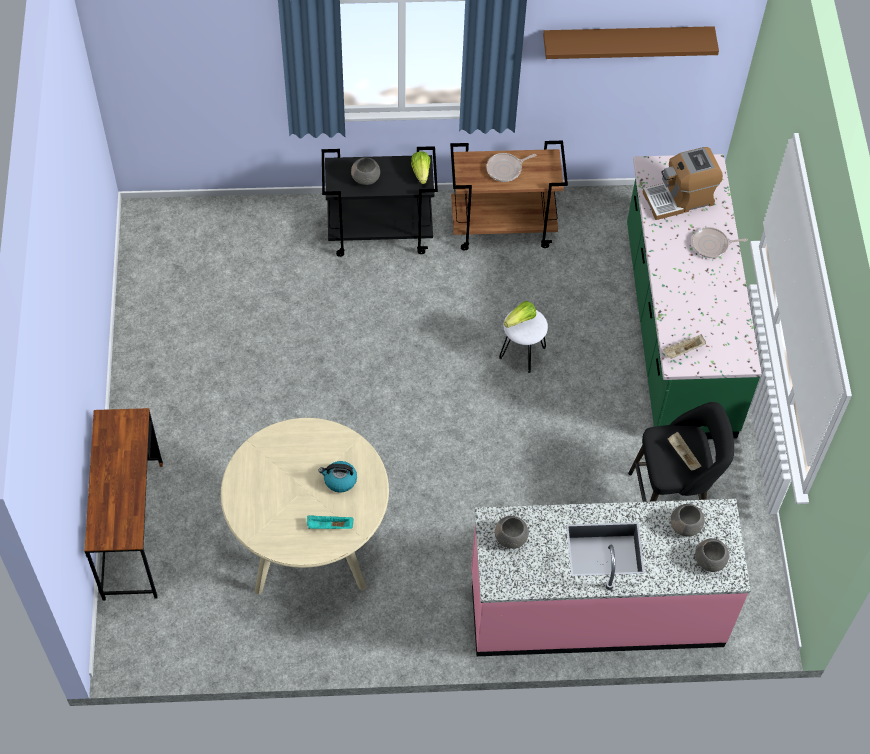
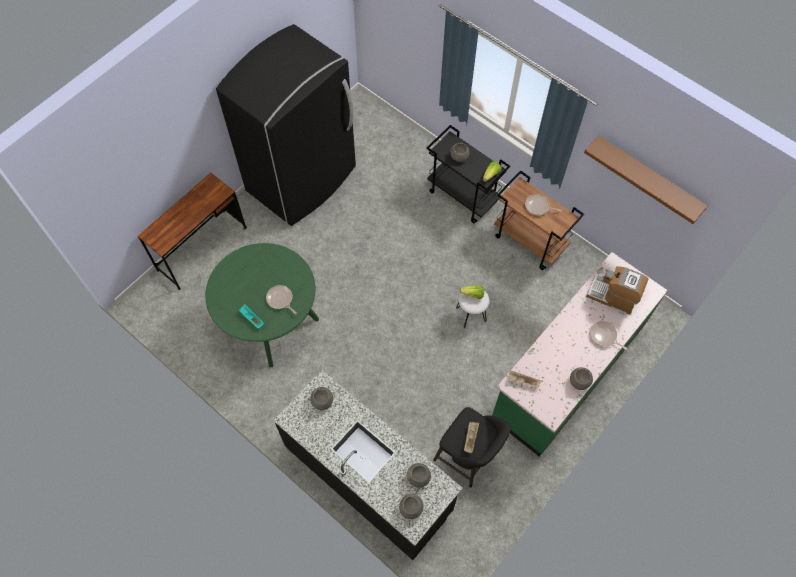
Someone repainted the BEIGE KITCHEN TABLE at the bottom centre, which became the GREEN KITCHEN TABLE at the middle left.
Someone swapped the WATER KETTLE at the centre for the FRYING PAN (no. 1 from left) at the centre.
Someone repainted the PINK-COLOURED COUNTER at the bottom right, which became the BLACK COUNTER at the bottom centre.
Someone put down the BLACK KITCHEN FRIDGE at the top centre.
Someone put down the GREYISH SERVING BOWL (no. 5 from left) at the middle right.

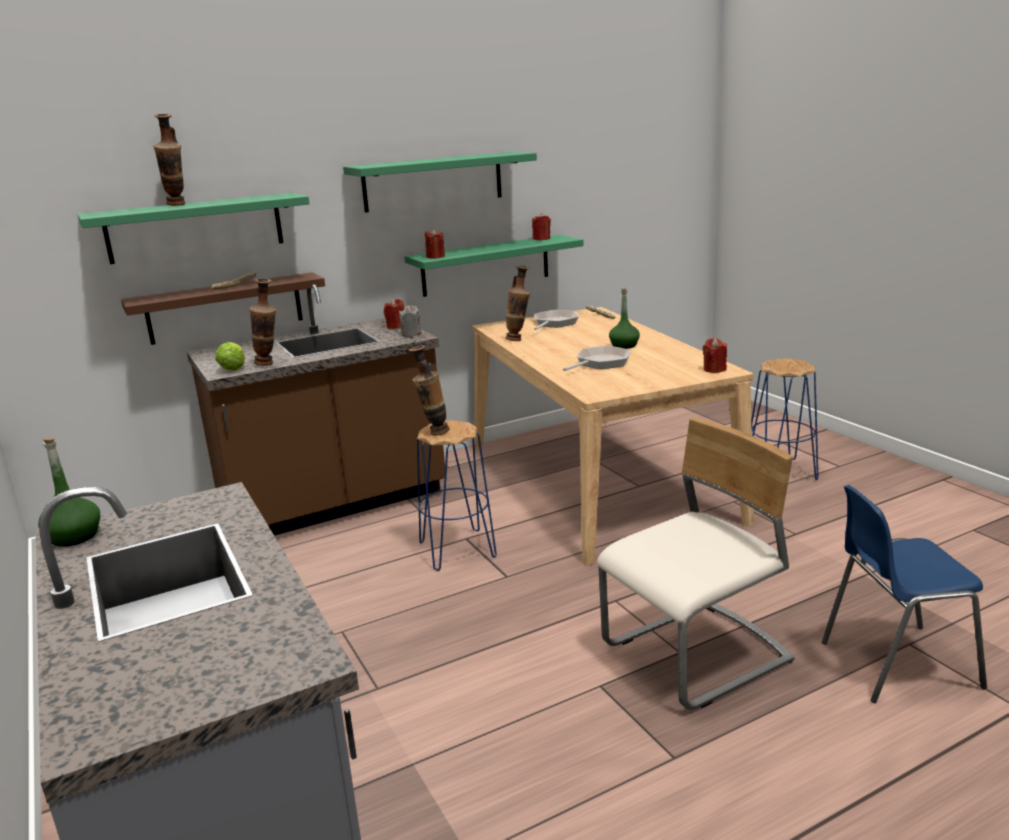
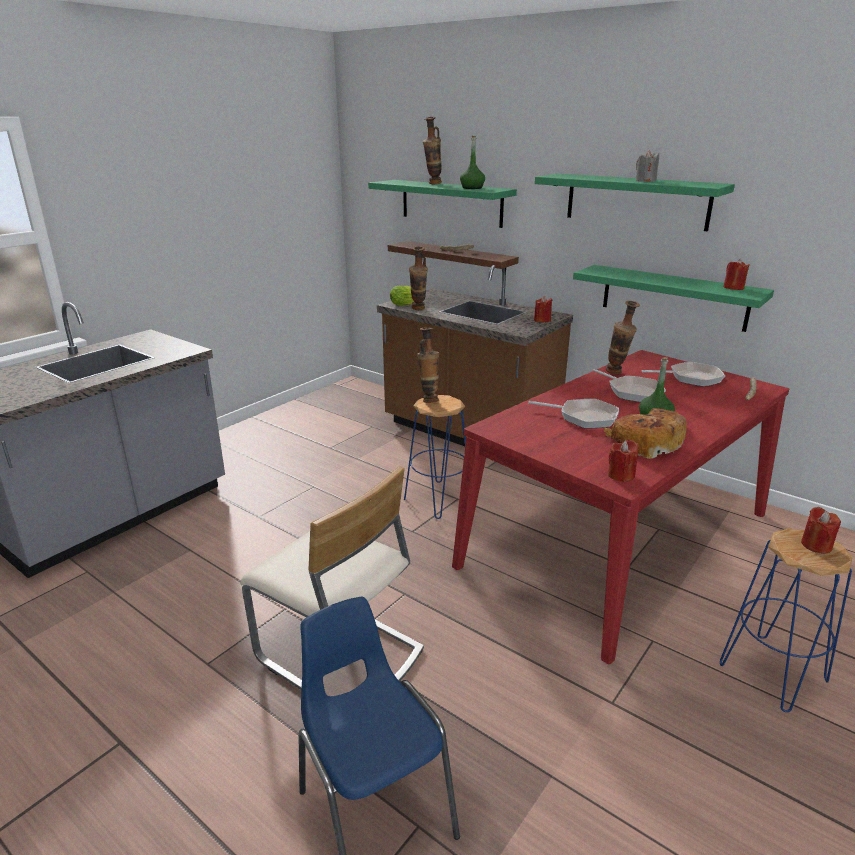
Someone carried the REDDISH WAX CANDLE (no. 2 from left in the first image) from the top centre to the middle right.
Someone carried the GREYISH WAX CANDLE from the centre to the top right.
Someone repainted the BEIGE KITCHEN TABLE at the centre, which became the REDDISH KITCHEN TABLE at the middle right.
Someone carried the GREEN BEVERAGE BOTTLE (no. 1 from left) from the middle left to the top centre.
Someone put down the FRYING PAN (no. 2 from left) at the middle right.
Someone put down the BAKED BREAD (no. 2 from left) at the middle right.

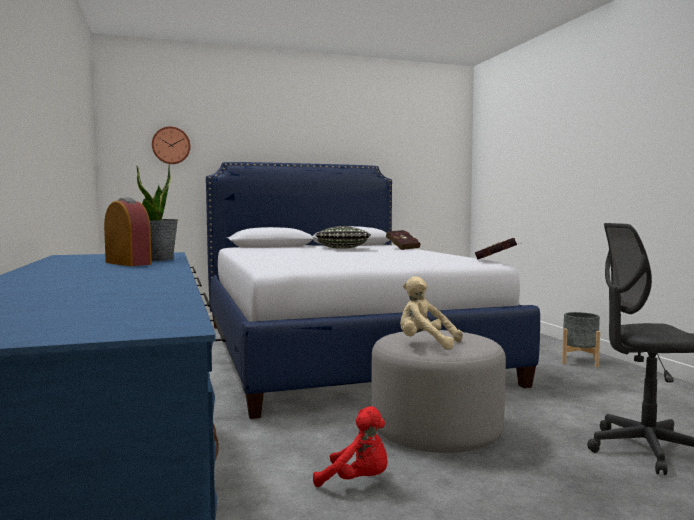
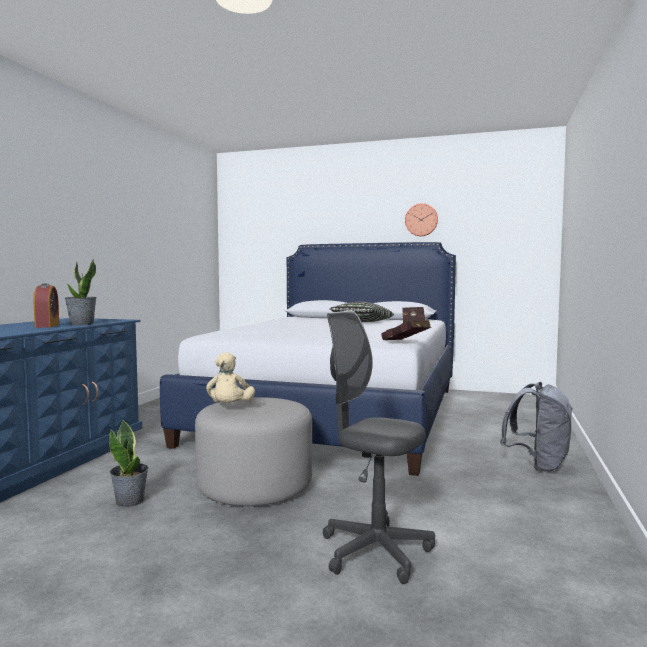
Someone carried the WALL CLOCK from the top left to the centre.
Someone rotated the BEIGE PLUSH TOY at the centre by 150 degrees counterclockwise.
Someone swapped the GREYISH PLANTER at the middle right for the GREYISH BACKPACK at the middle right.
Someone swapped the REDDISH PLUSH TOY at the bottom centre for the PLANT IN A POT (no. 2 from left) at the bottom left.

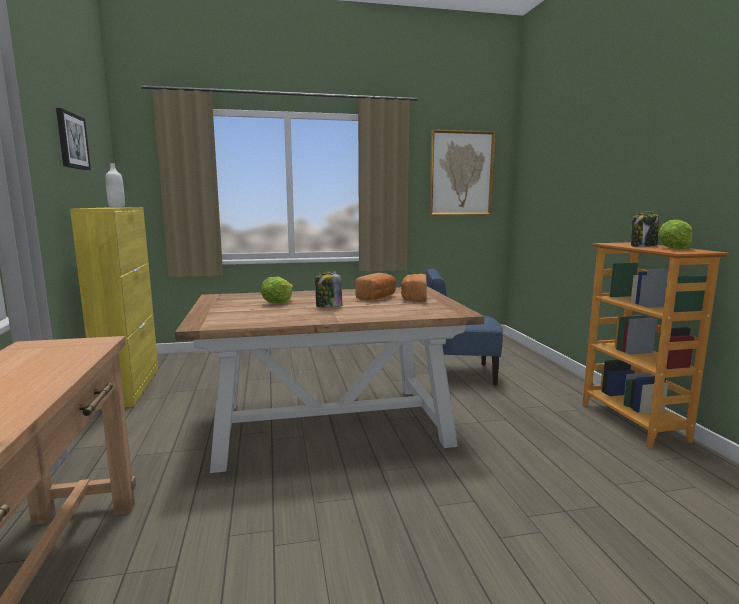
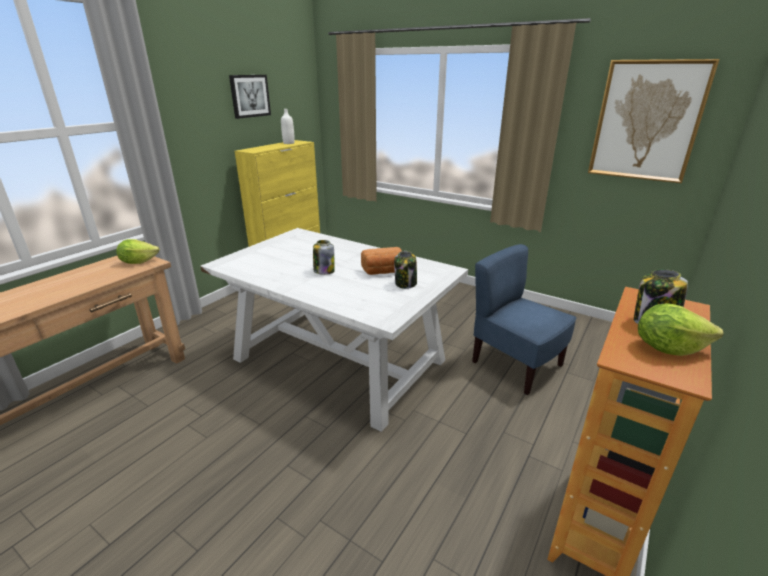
Someone swapped the BAKED BREAD (no. 2 from left) at the centre for the STORAGE JAR (no. 2 from left) at the centre.
Someone carried the LETTUCE (no. 1 from left) from the centre to the middle left.
Someone repainted the BROWN-COLOURED KITCHEN TABLE at the centre, which became the WHITISH KITCHEN TABLE at the centre.

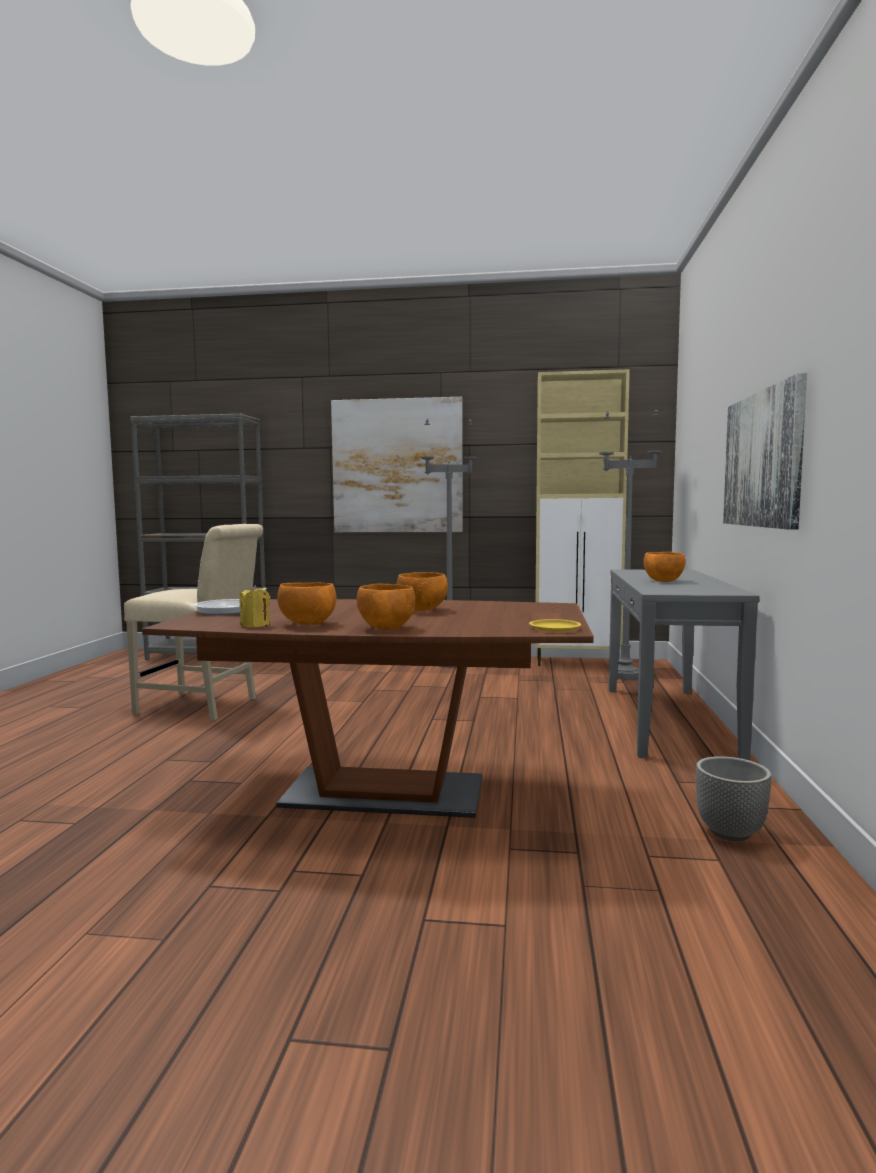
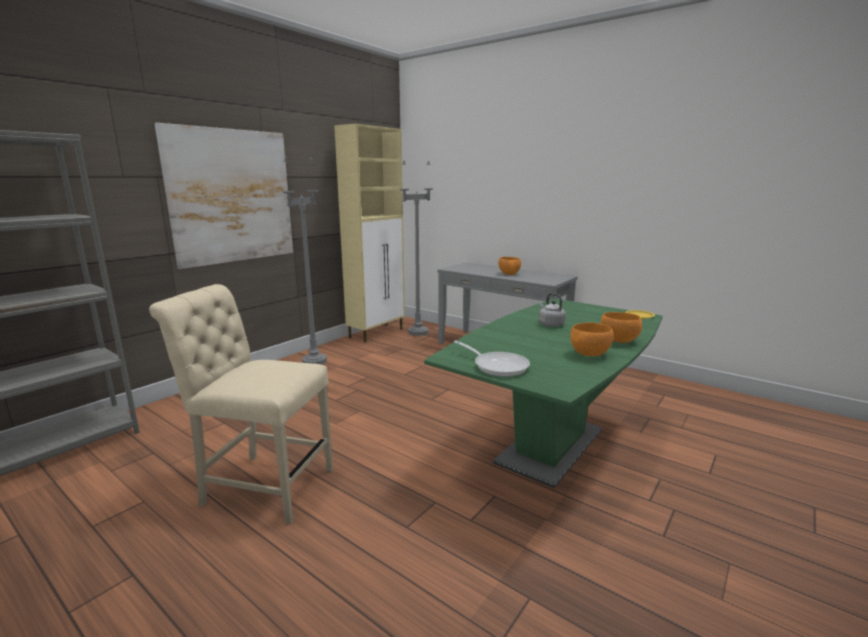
Someone took away the WALL PICTURE (no. 2 from left) at the middle right.
Someone rotated the BEIGE PLAIN CHAIR at the middle left by 120 degrees counterclockwise.
Someone swapped the ORANGE SERVING BOWL (no. 3 from left) at the centre for the GREYISH WATER KETTLE at the centre.
Someone took away the YELLOW-COLOURED WAX CANDLE at the middle left.
Someone repainted the BROWN-COLOURED KITCHEN TABLE at the centre, which became the GREEN KITCHEN TABLE at the centre.
Someone took away the PLANTER at the bottom right.

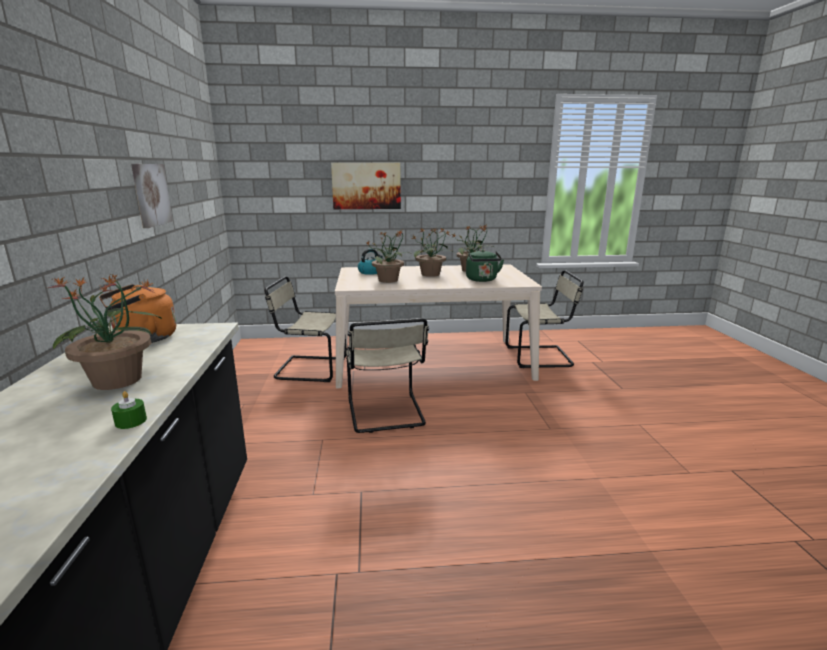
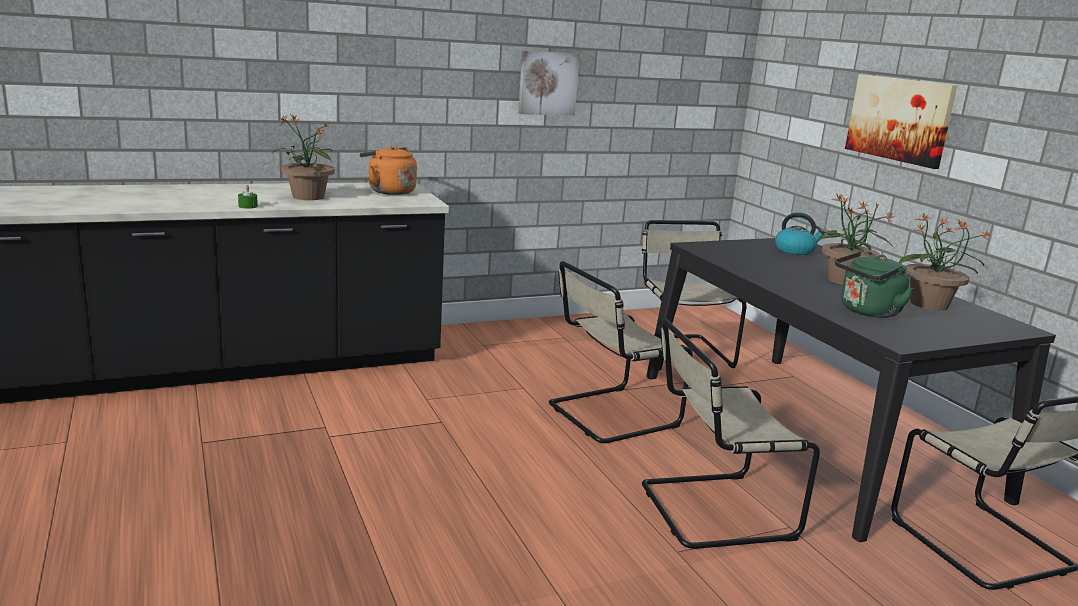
Someone took away the PLANT IN A POT (no. 2 from left) at the centre.
Someone repainted the BEIGE KITCHEN TABLE at the centre, which became the BLACK KITCHEN TABLE at the middle right.
Someone put down the BEIGE PLAIN CHAIR (no. 3 from left) at the bottom right.

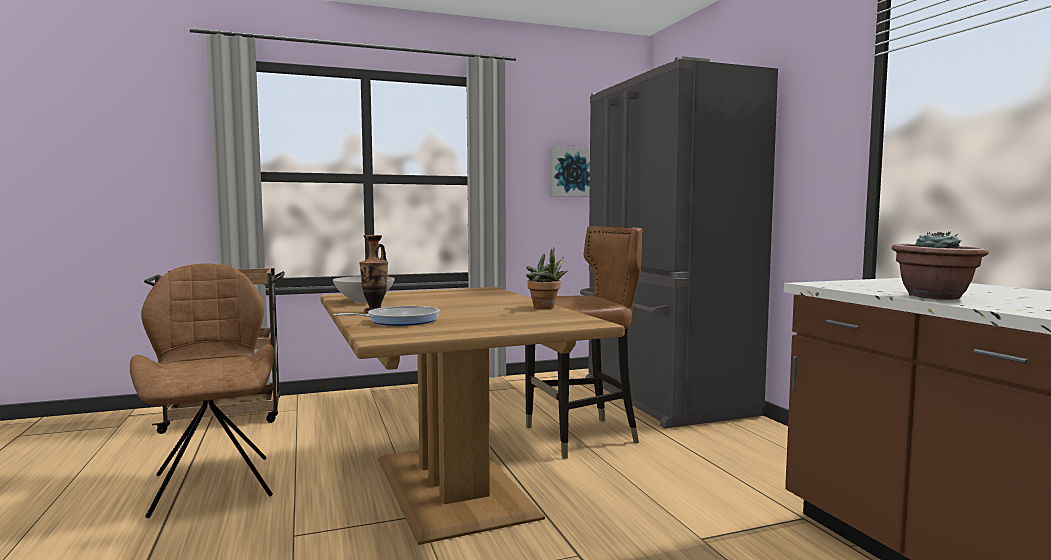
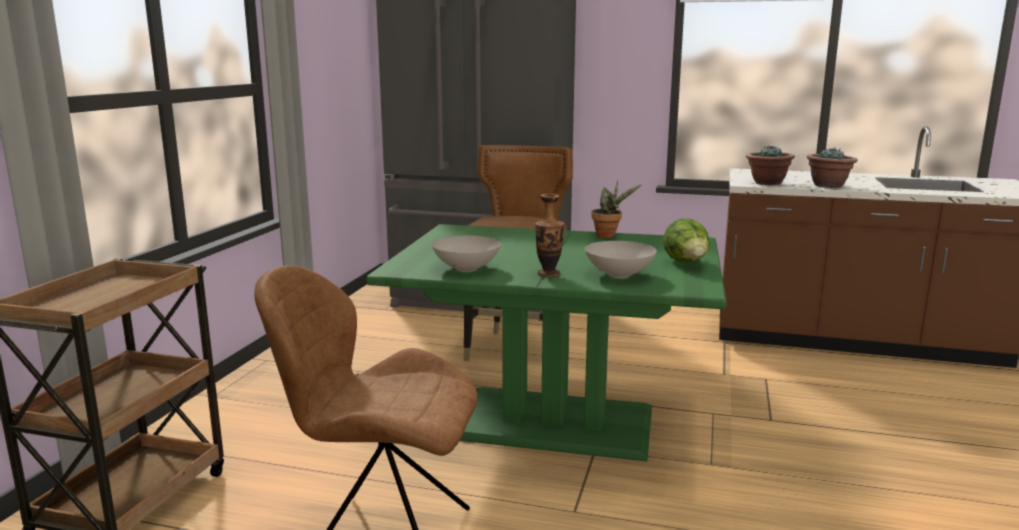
Someone took away the WALL PICTURE at the top centre.
Someone repainted the BROWN-COLOURED KITCHEN TABLE at the bottom centre, which became the GREEN KITCHEN TABLE at the centre.
Someone swapped the FRYING PAN at the centre for the WHITISH SERVING BOWL (no. 2 from left) at the centre.
Someone put down the PLANT IN A POT (no. 2 from left) at the top right.
Someone put down the LETTUCE at the middle right.

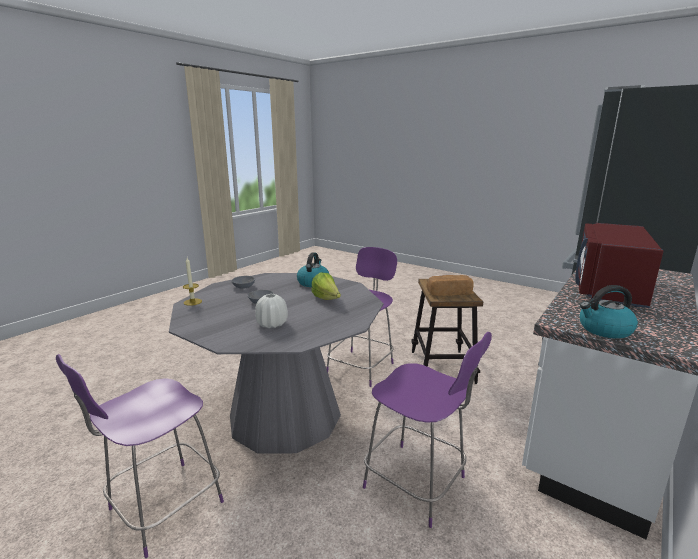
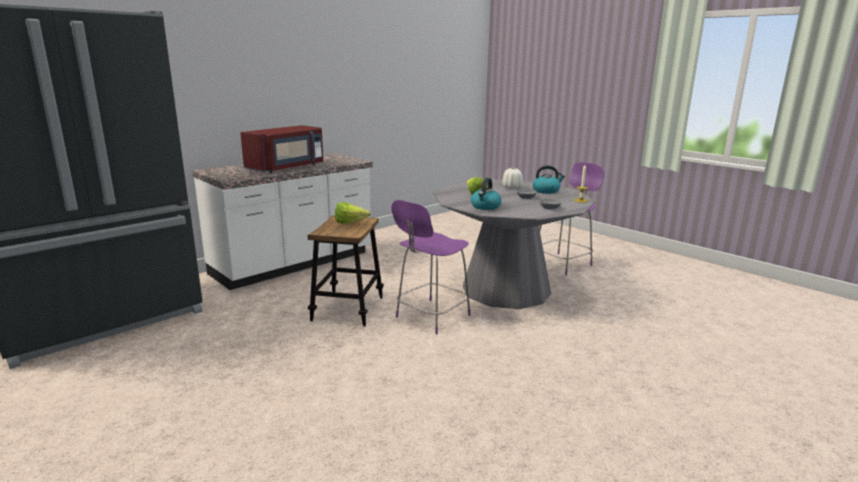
Someone swapped the BAKED BREAD at the centre for the LETTUCE (no. 1 from left) at the centre.
Someone carried the WATER KETTLE (no. 2 from left) from the middle right to the centre.
Someone took away the PURPLE-COLOURED PLAIN CHAIR (no. 3 from left) at the bottom centre.

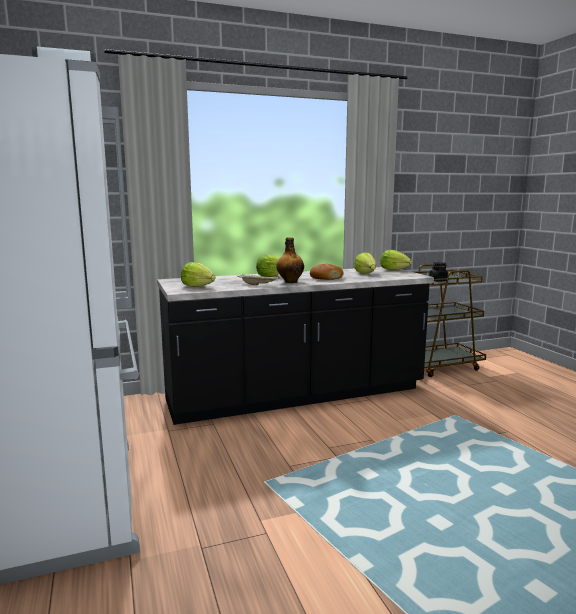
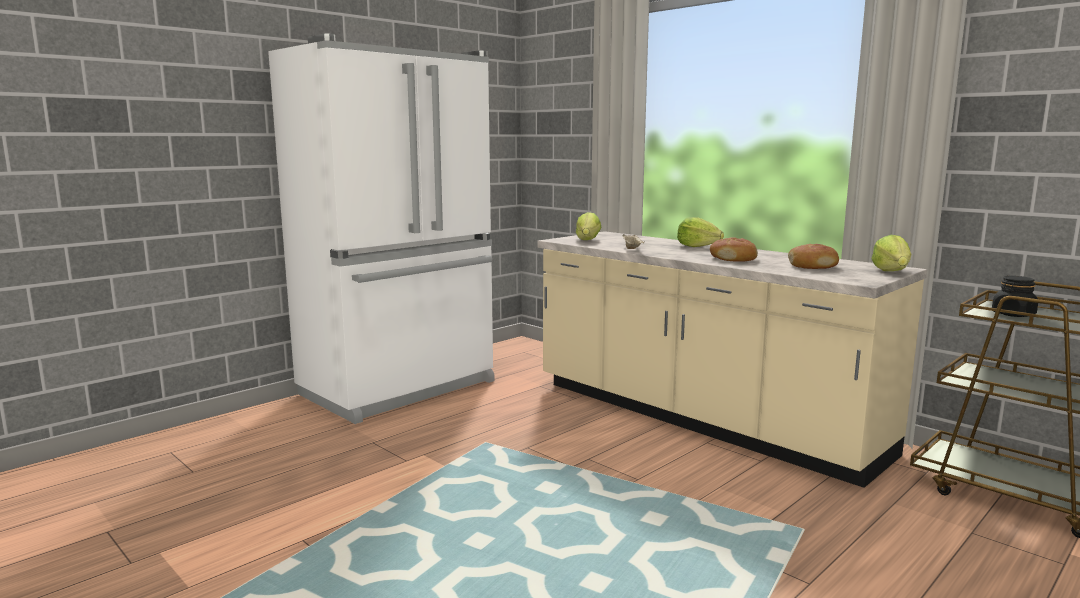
Someone took away the BEVERAGE BOTTLE at the centre.
Someone swapped the LETTUCE (no. 3 from left) at the centre for the BAKED BREAD (no. 2 from left) at the middle right.
Someone repainted the BLACK COUNTER at the centre, which became the BEIGE COUNTER at the middle right.

